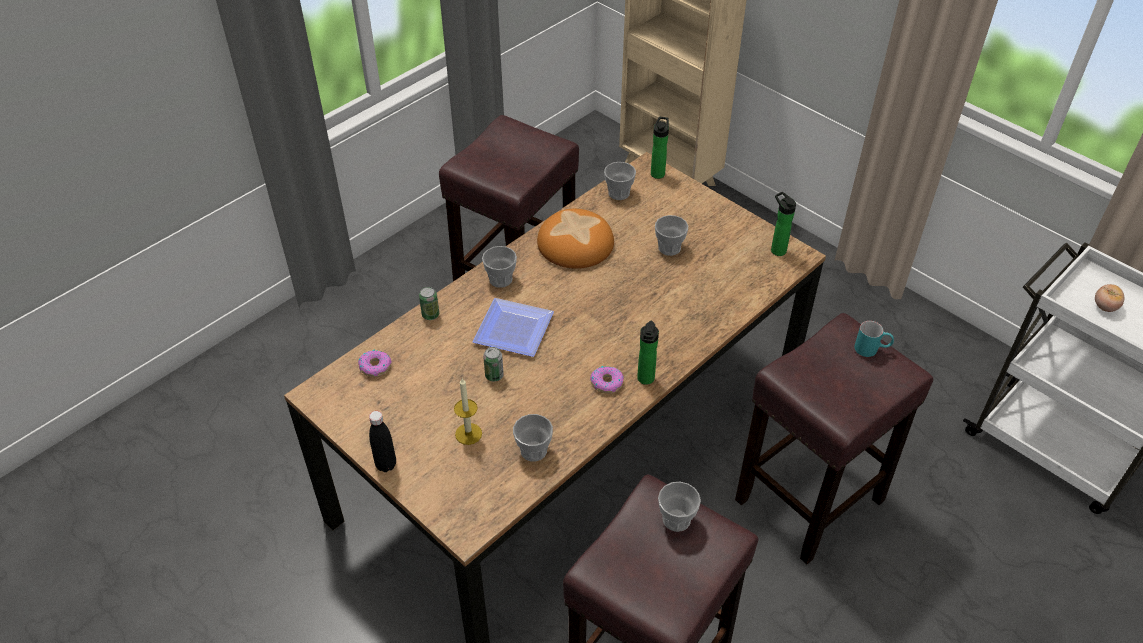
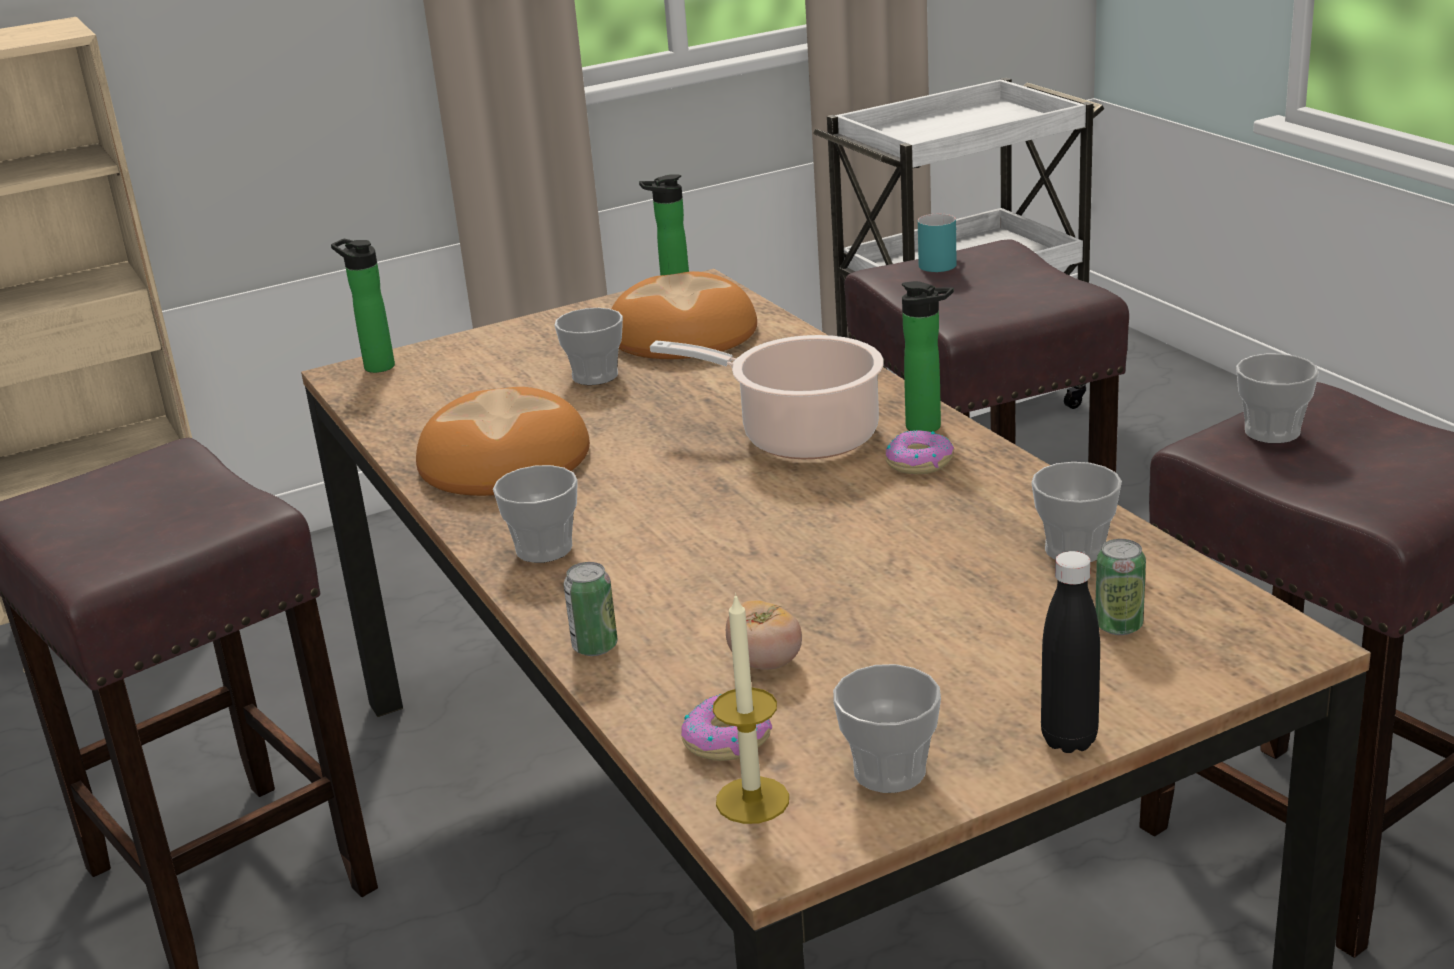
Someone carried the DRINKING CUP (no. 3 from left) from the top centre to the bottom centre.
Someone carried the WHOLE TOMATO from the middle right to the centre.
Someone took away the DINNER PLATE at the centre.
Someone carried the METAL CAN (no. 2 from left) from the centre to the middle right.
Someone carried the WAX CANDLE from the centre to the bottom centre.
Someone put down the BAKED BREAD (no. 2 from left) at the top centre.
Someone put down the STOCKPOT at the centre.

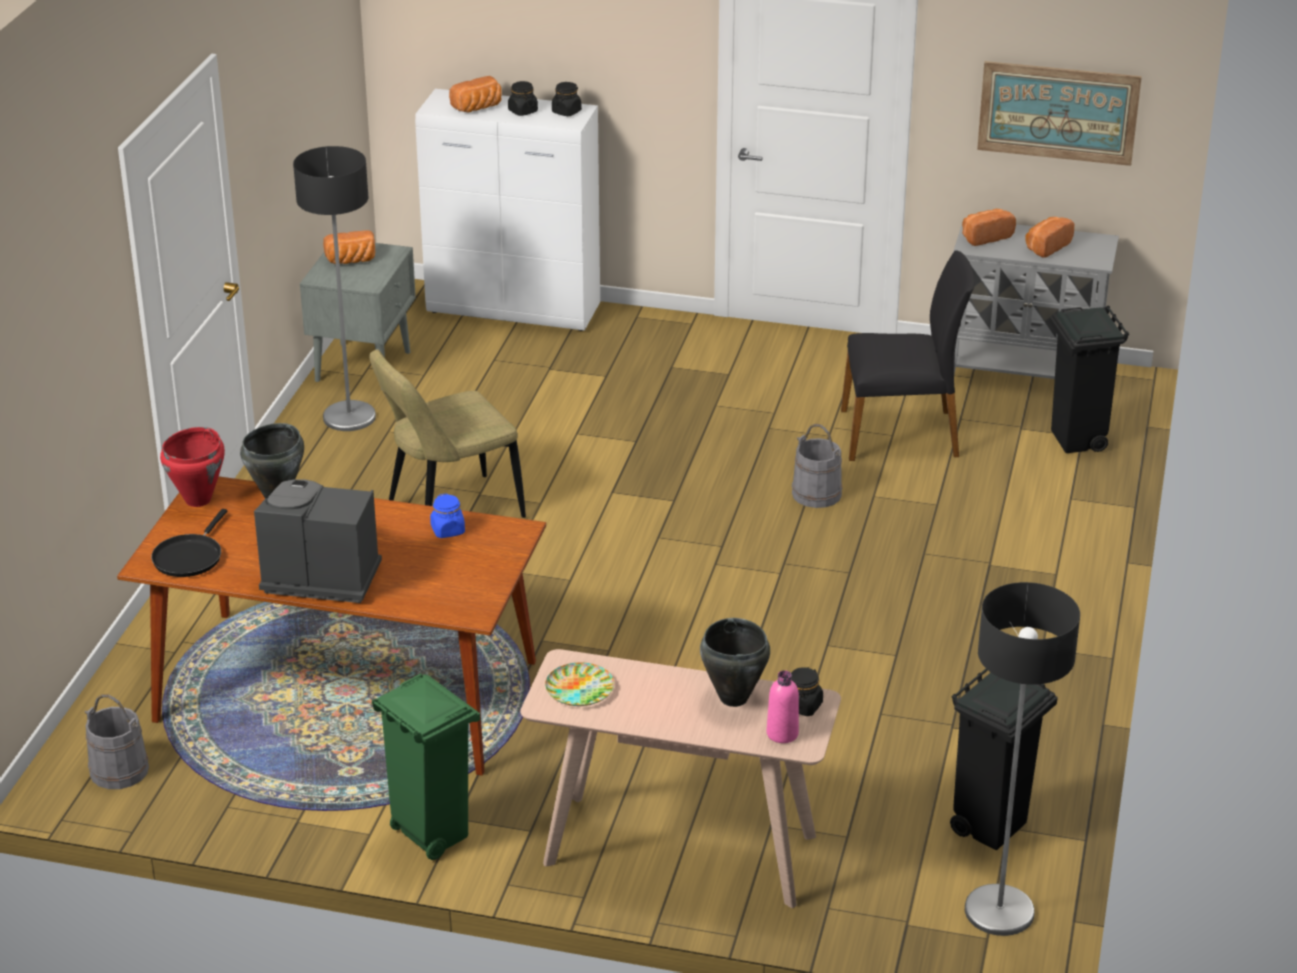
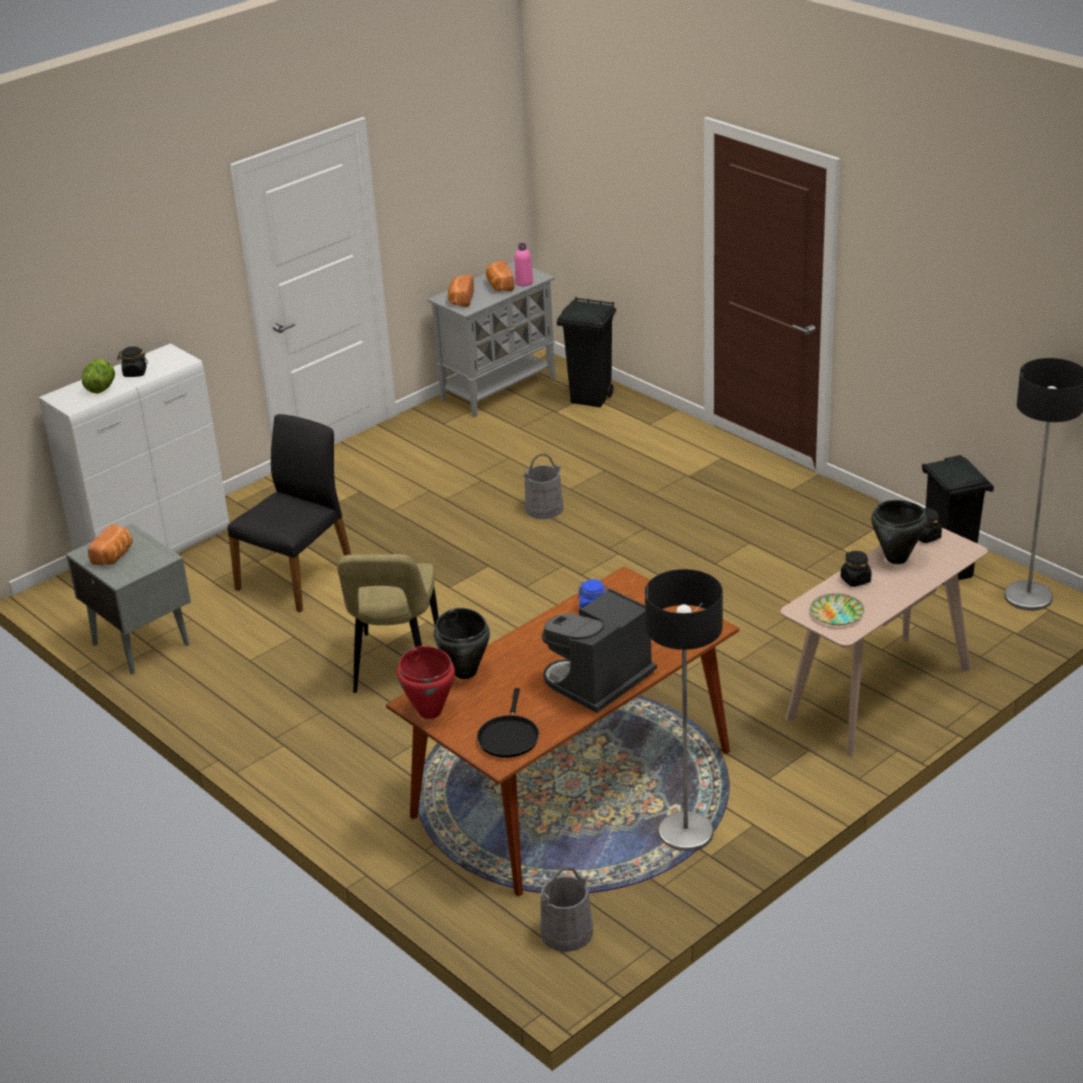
Someone took away the WALL PICTURE at the top right.
Someone swapped the BAKED BREAD (no. 2 from left) at the top centre for the LETTUCE at the middle left.
Someone carried the BLACK STORAGE JAR (no. 2 from left) from the top centre to the middle right.
Someone carried the FLOOR LAMP (no. 1 from left) from the top left to the centre.
Someone carried the BLACK PLAIN CHAIR from the middle right to the middle left.
Someone rotated the BLACK FRYING PAN at the middle left by 45 degrees clockwise.
Someone carried the PINK-COLOURED BEVERAGE BOTTLE from the bottom centre to the top centre.
Someone took away the GREEN WASTE BIN at the bottom left.

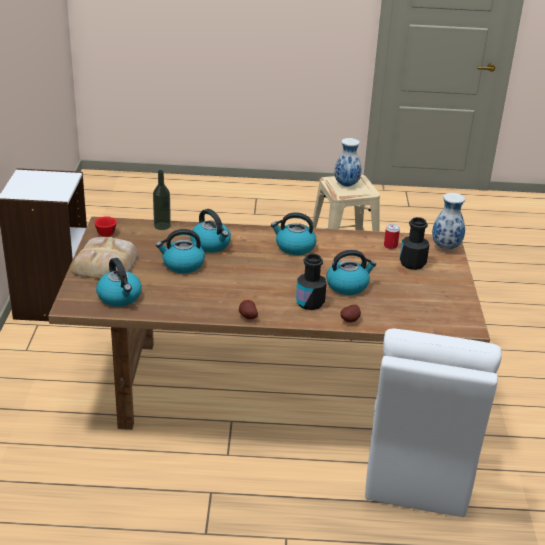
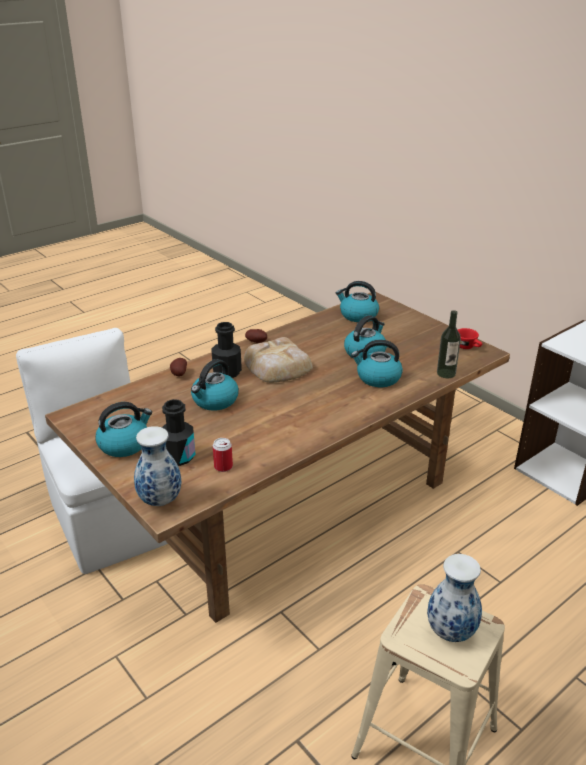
Someone carried the WATER KETTLE (no. 4 from left in the first image) from the centre to the middle left.
Someone carried the BAKED BREAD from the middle left to the centre.

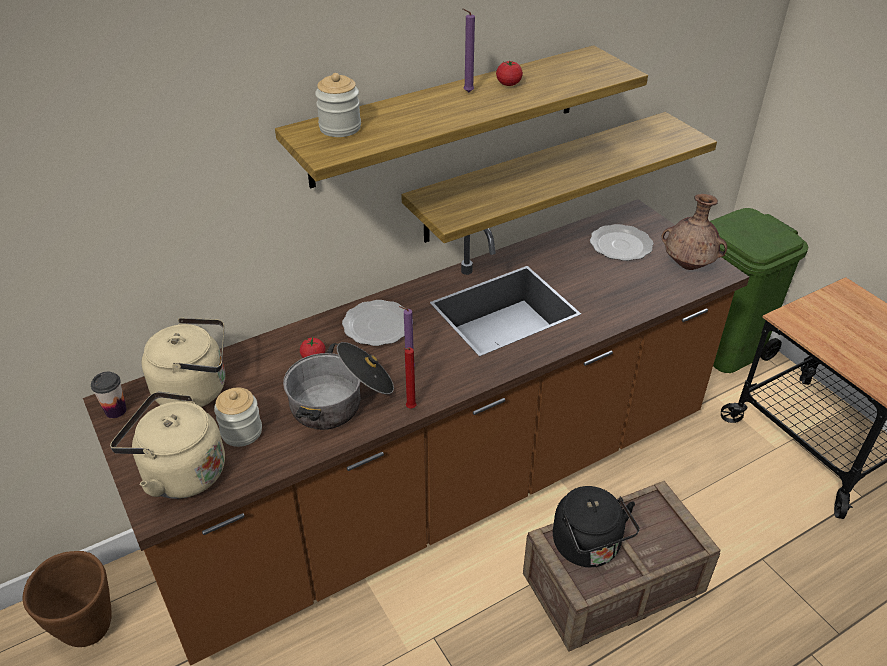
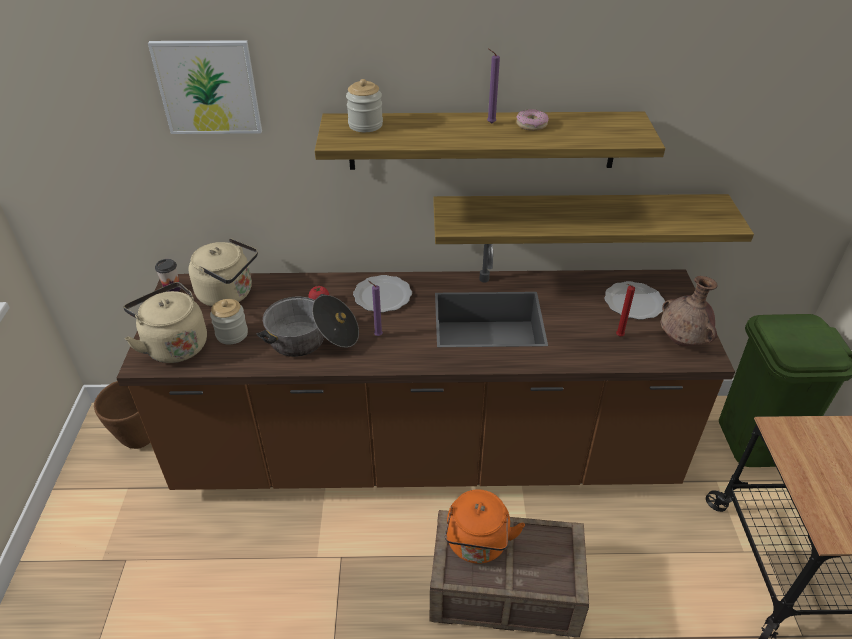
Someone swapped the WHOLE TOMATO (no. 2 from left) at the top centre for the DOUGHNUT at the top centre.
Someone carried the REDDISH WAX CANDLE from the centre to the middle right.
Someone repainted the BLACK WATER KETTLE at the bottom right, which became the ORANGE WATER KETTLE at the bottom centre.
Someone put up the WALL PICTURE at the top left.

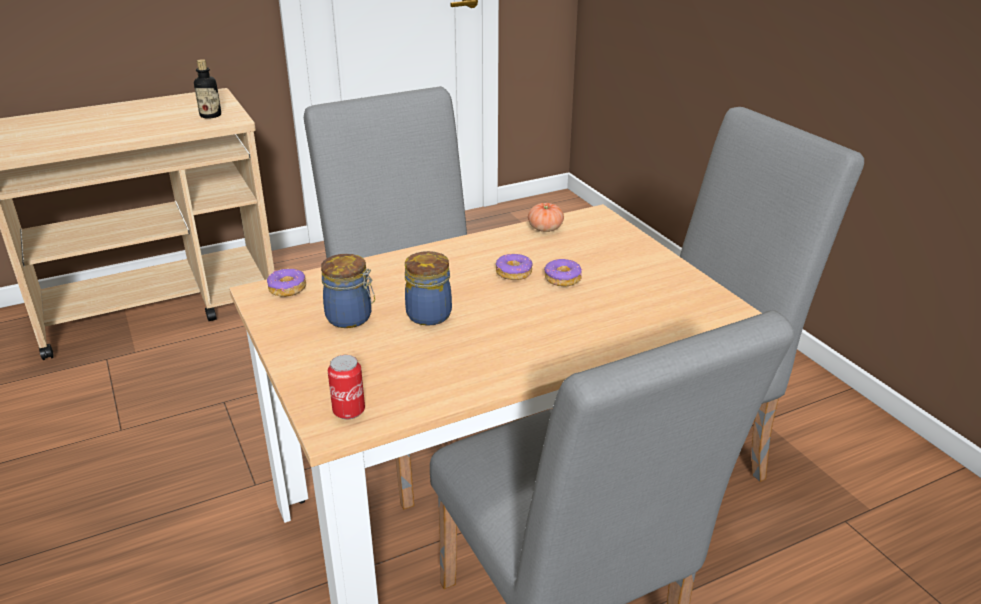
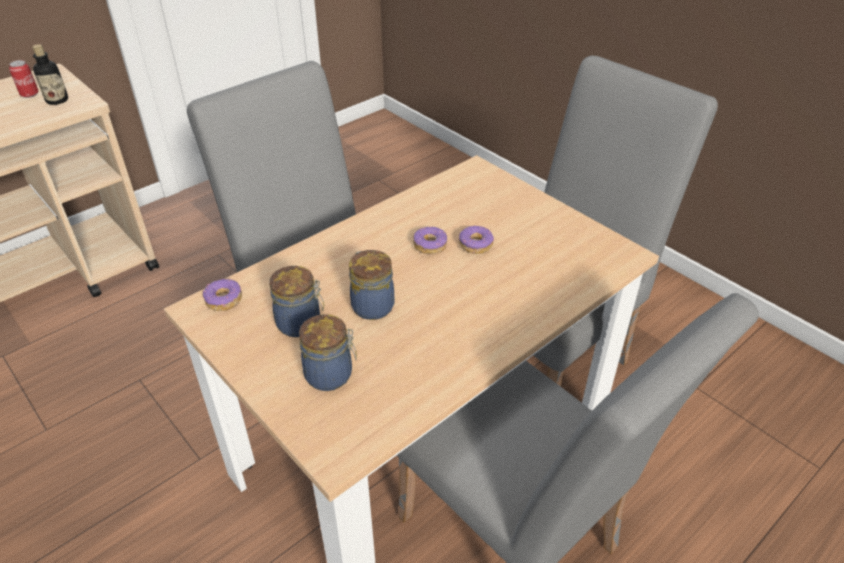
Someone took away the WHOLE TOMATO at the centre.
Someone carried the METAL CAN from the centre to the top left.
Someone put down the STORAGE JAR (no. 2 from left) at the centre.

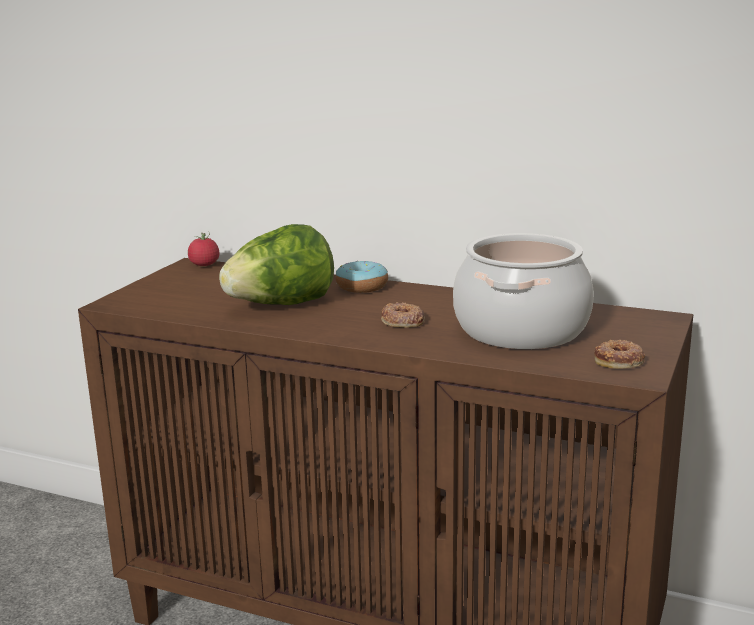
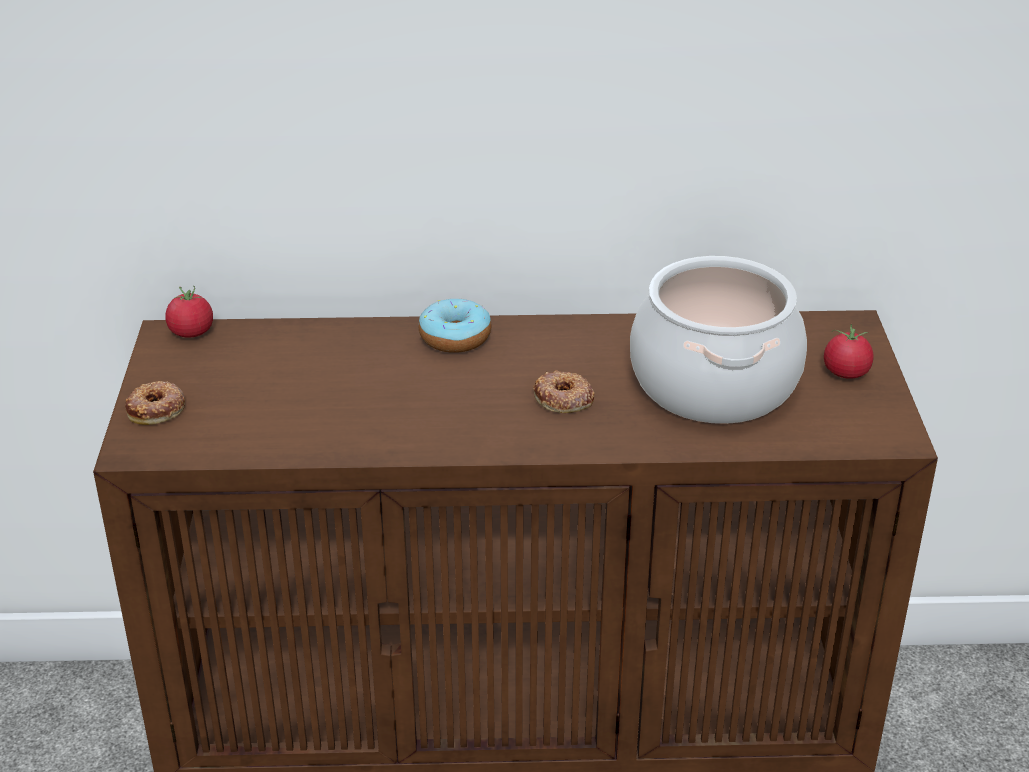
Someone took away the LETTUCE at the centre.
Someone carried the DOUGHNUT (no. 3 from left in the first image) from the middle right to the middle left.
Someone put down the WHOLE TOMATO (no. 2 from left) at the middle right.

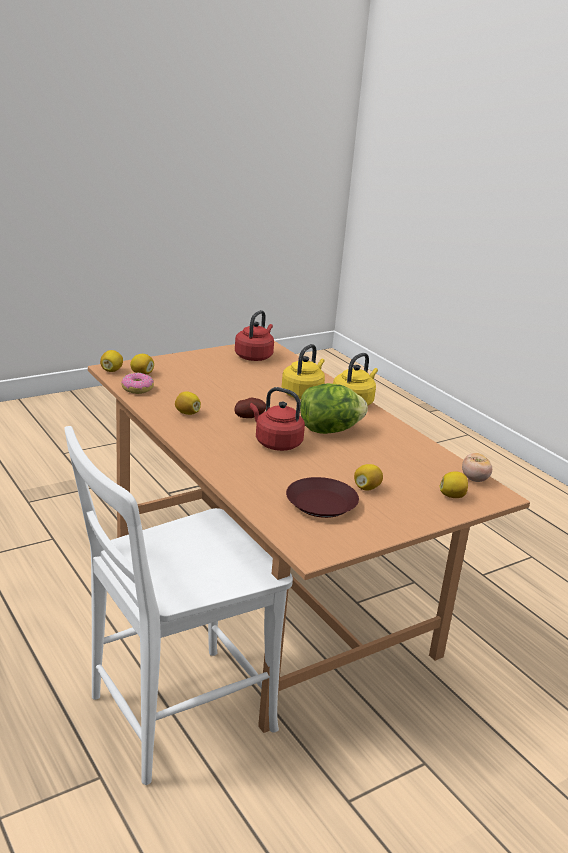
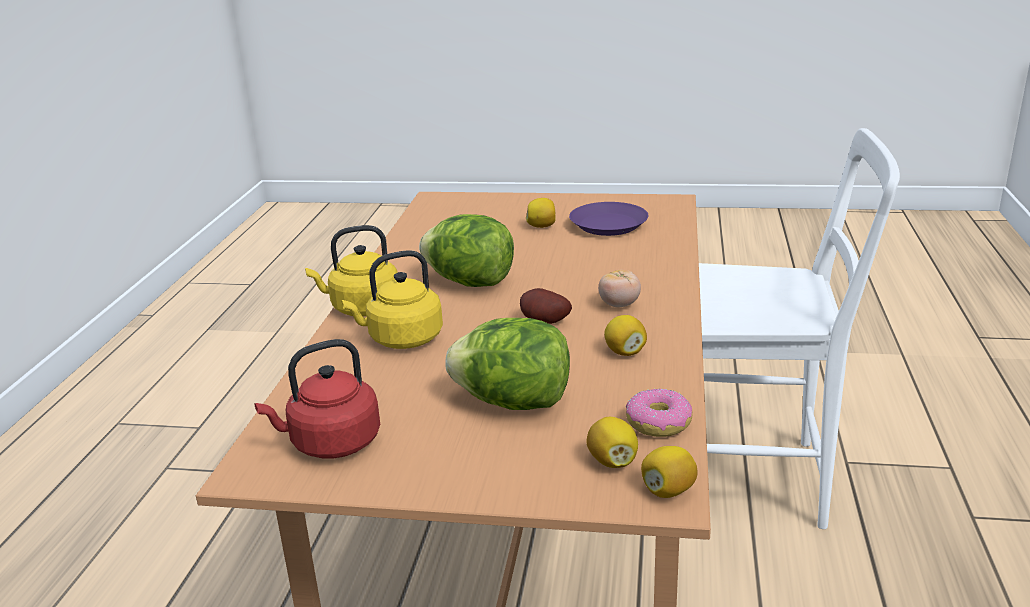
Someone took away the REDDISH WATER KETTLE (no. 2 from left) at the centre.
Someone carried the WHOLE TOMATO from the middle right to the centre.
Someone took away the LEMON (no. 5 from left) at the middle right.
Someone repainted the BROWN-COLOURED DINNER PLATE at the centre, which became the PURPLE-COLOURED DINNER PLATE at the centre.
Someone put down the LETTUCE (no. 2 from left) at the centre.

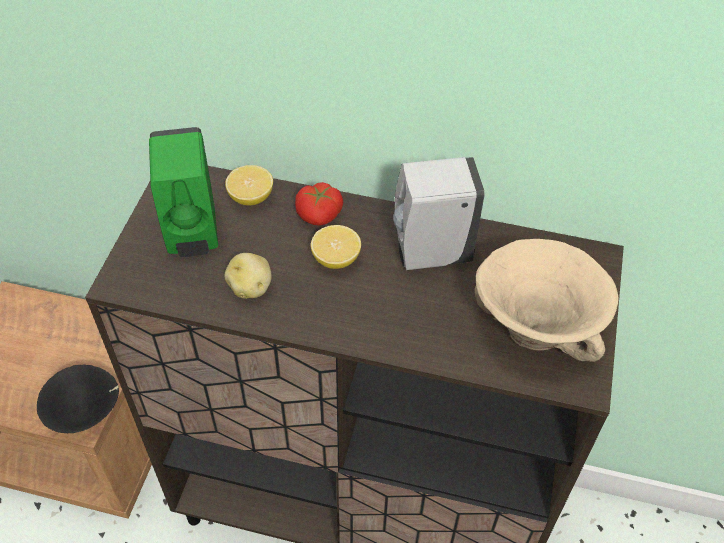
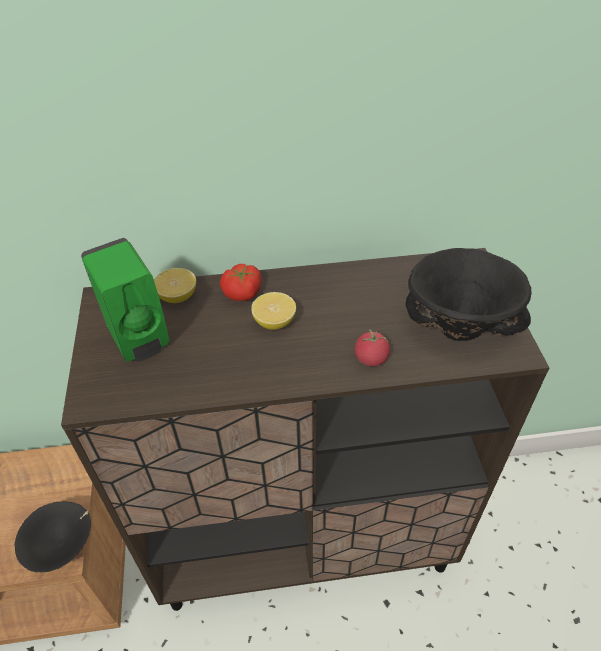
Someone took away the WHITISH SOAP DISPENSER at the centre.
Someone repainted the BEIGE SERVING BOWL at the middle right, which became the BLACK SERVING BOWL (no. 2 from left) at the middle right.
Someone took away the POTATO at the centre.
Someone put down the WHOLE TOMATO (no. 2 from left) at the centre.

